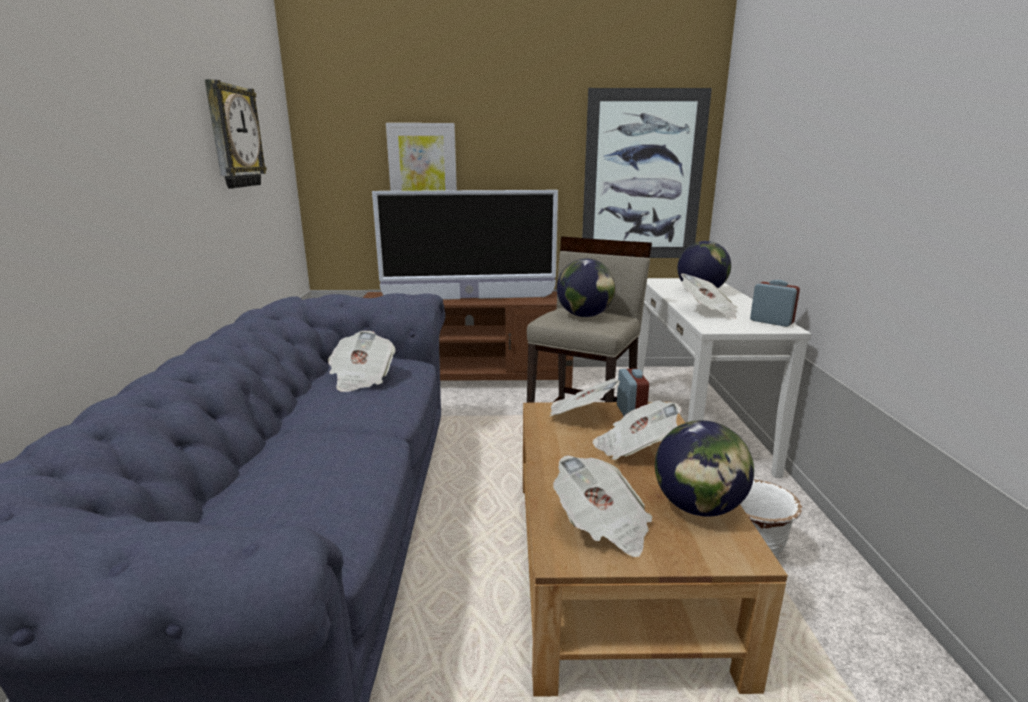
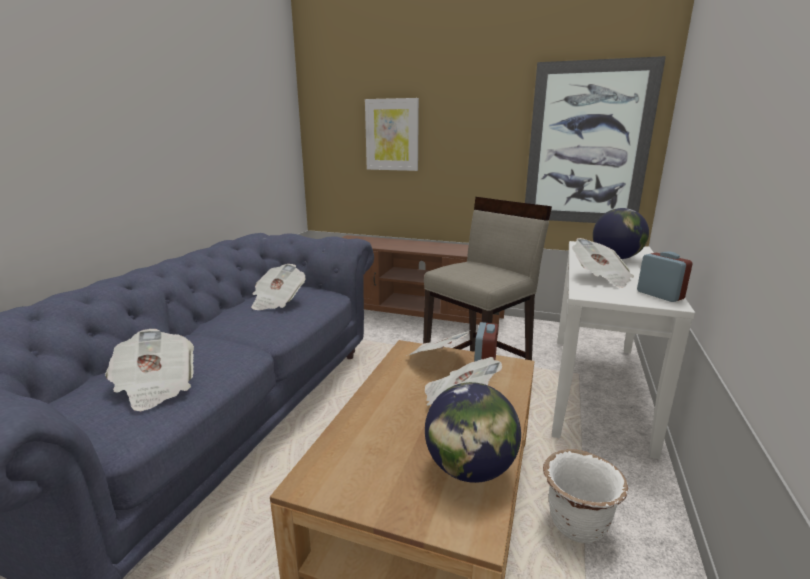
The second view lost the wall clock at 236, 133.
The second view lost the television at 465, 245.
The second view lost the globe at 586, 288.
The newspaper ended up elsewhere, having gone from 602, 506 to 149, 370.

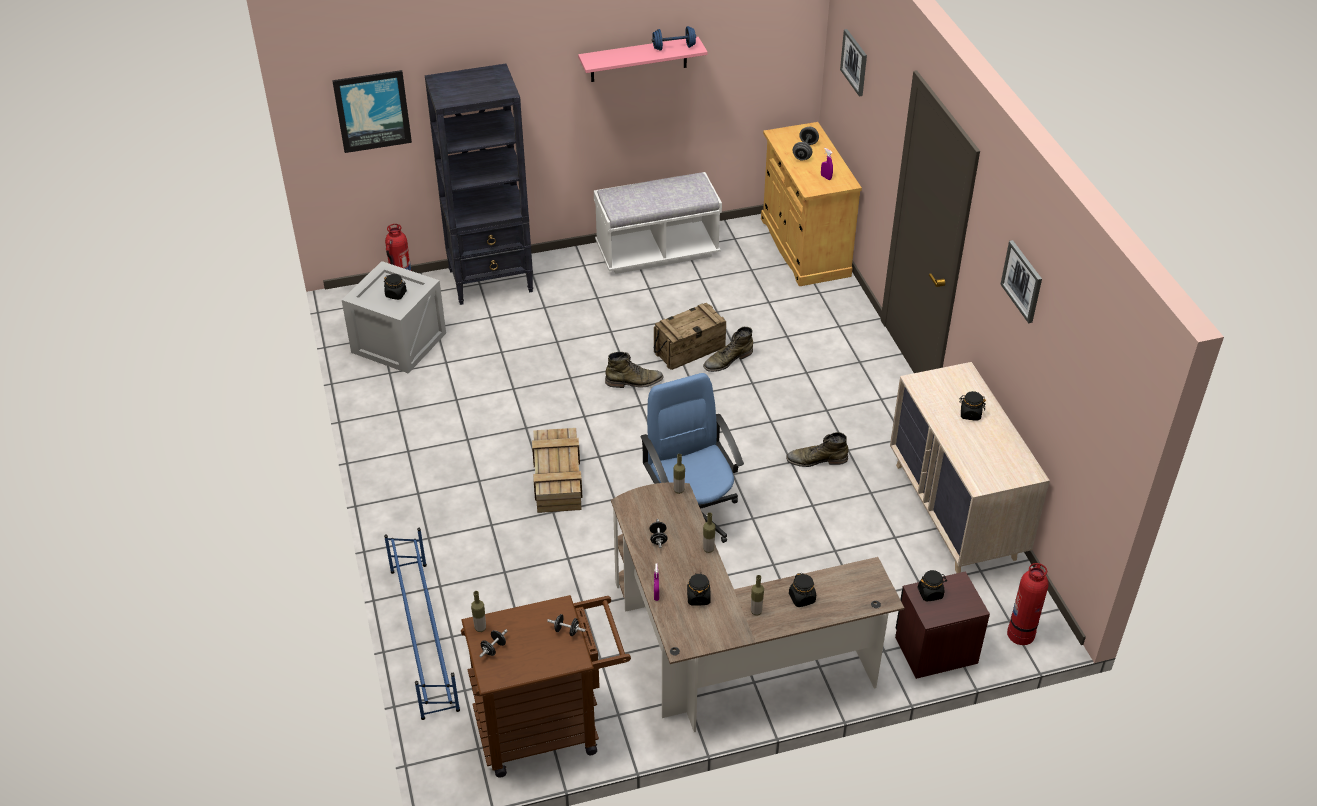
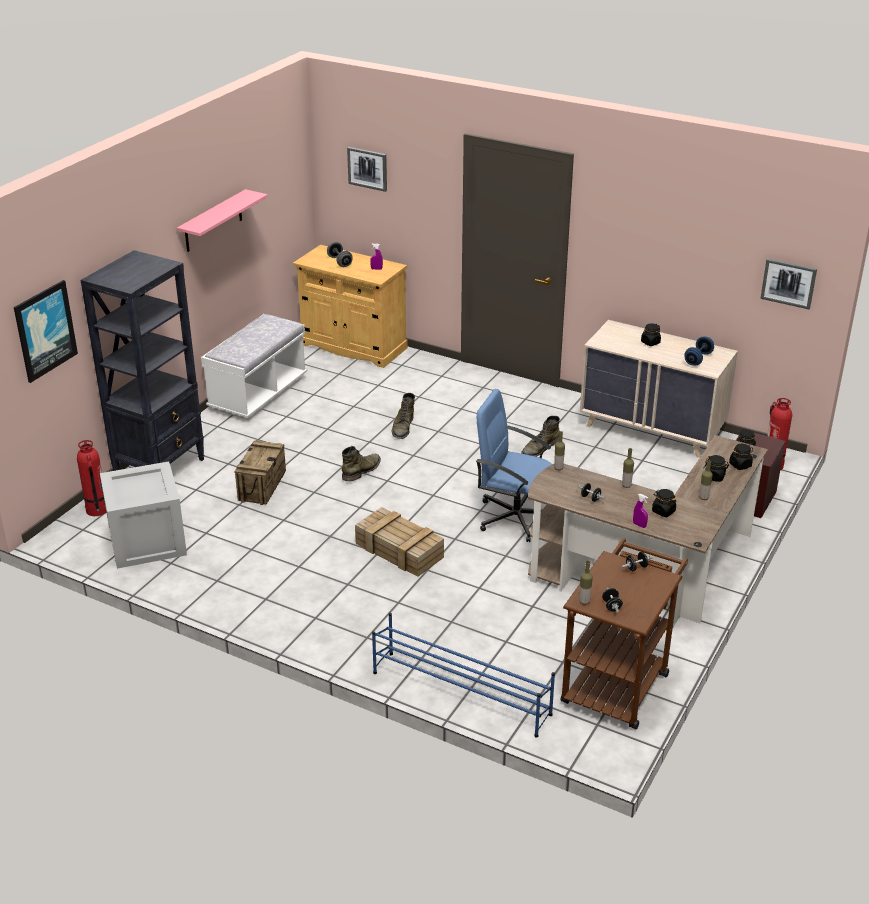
The black jar ended up elsewhere, having gone from 395, 287 to 741, 457.
The blue dumbbell ended up elsewhere, having gone from 674, 38 to 699, 351.
The crate ended up elsewhere, having gone from 690, 336 to 260, 472.
The picture ended up elsewhere, having gone from 1021, 281 to 788, 283.

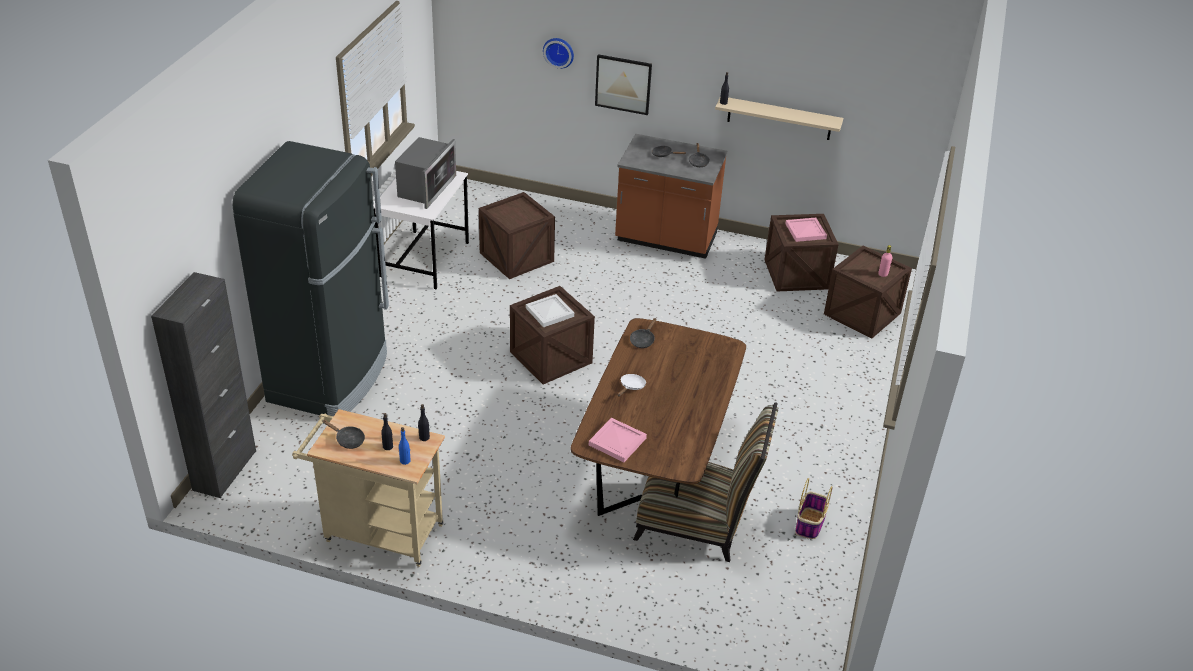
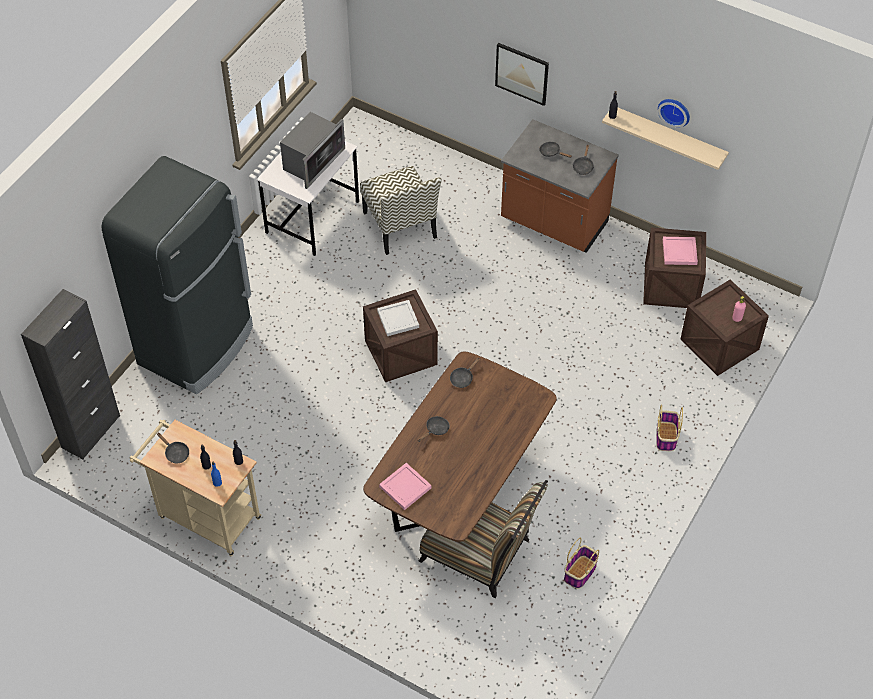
The second view gained the basket at 669, 427.
The wall clock ended up elsewhere, having gone from 558, 53 to 674, 113.
Where the crate stood at 517, 235, the chair came to stand at 401, 210.
What was the white frying pan at 632, 385 turned into the black frying pan at 434, 429.

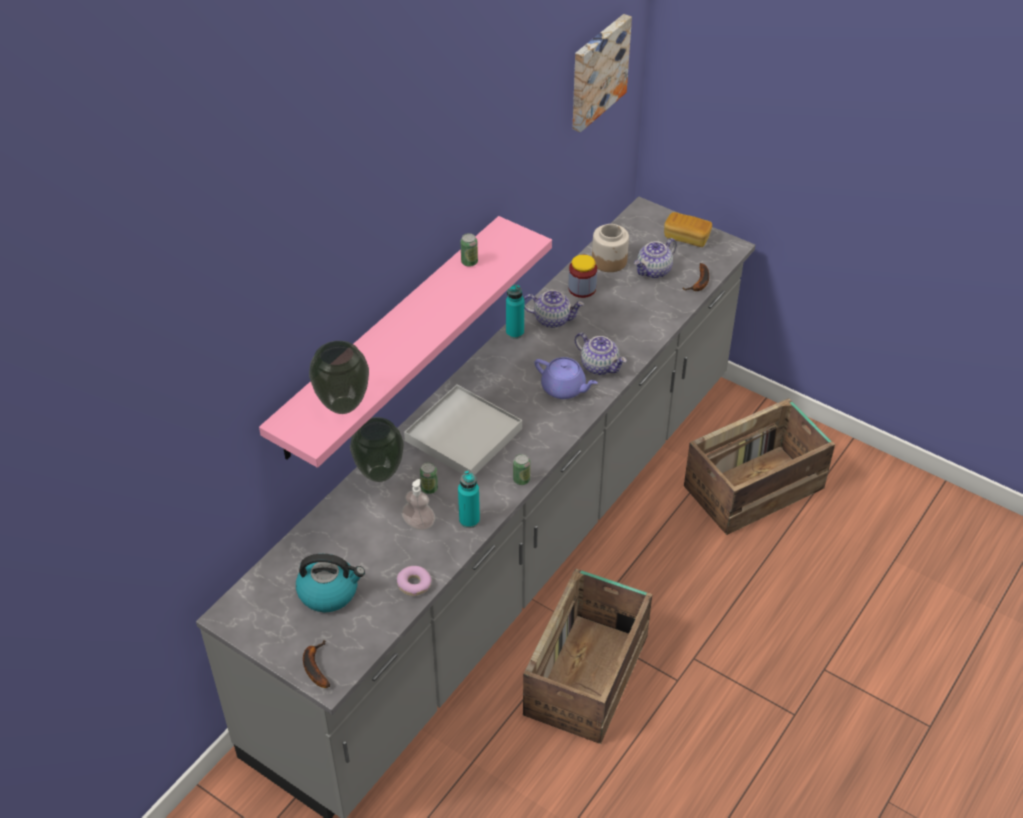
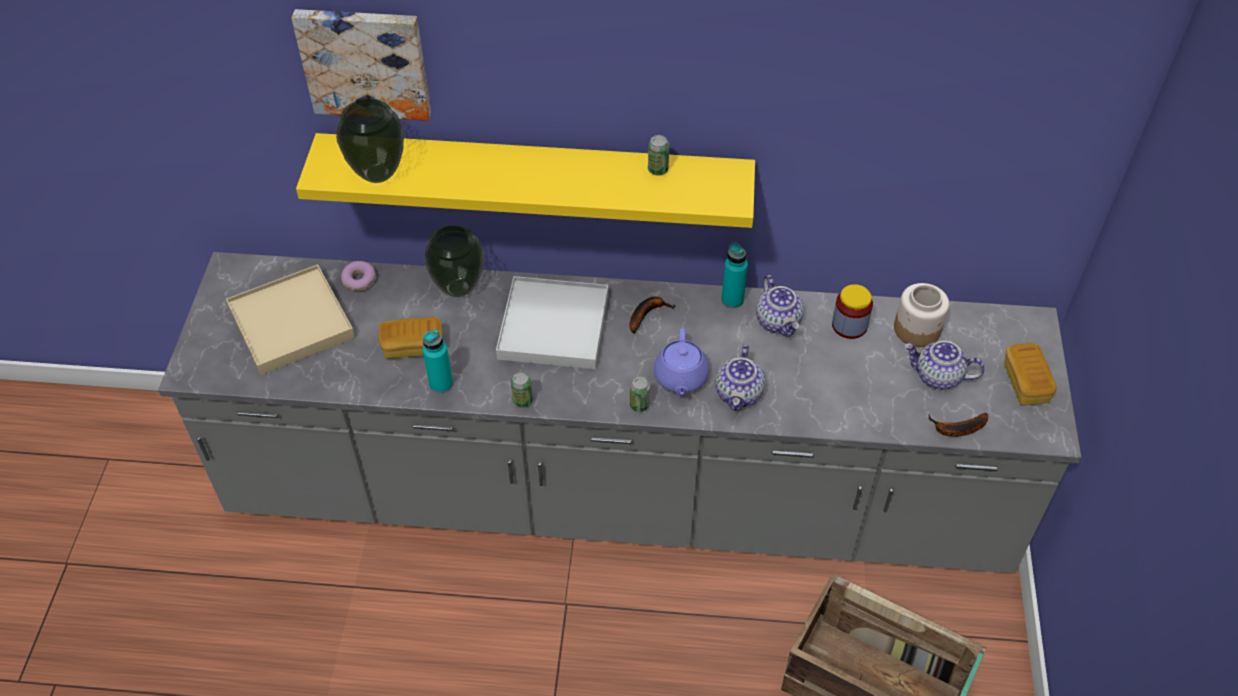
The second view lost the crate at 587, 656.
The banana ended up elsewhere, having gone from 316, 664 to 652, 315.
The donut ended up elsewhere, having gone from 414, 581 to 358, 276.
The can ended up elsewhere, having gone from 429, 478 to 640, 394.
The picture ended up elsewhere, having gone from 602, 73 to 361, 65.
Where the kettle stood at 330, 583, the beige tray came to stand at 290, 319.
Where the soap dispenser stood at 419, 504, the bread came to stand at 411, 338.
What was the pink shelf at 405, 342 turned into the yellow shelf at 525, 180.

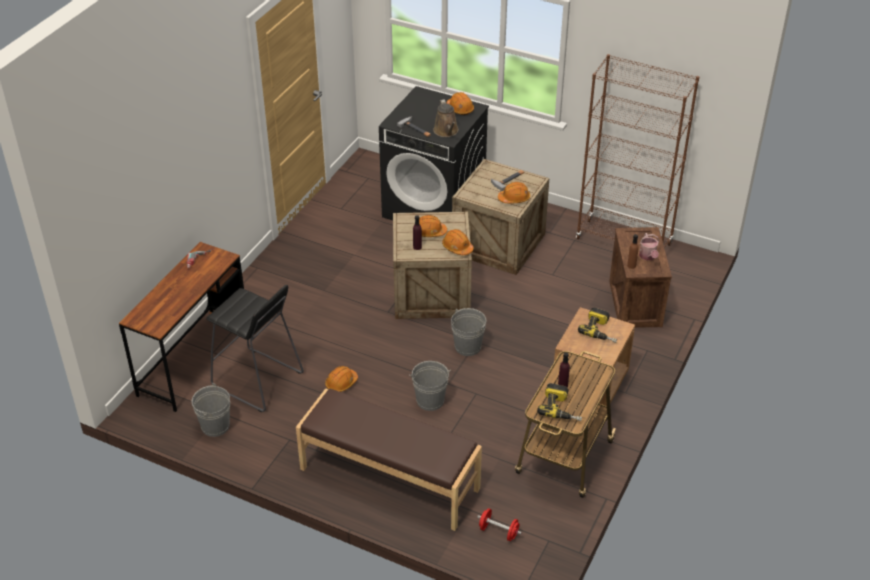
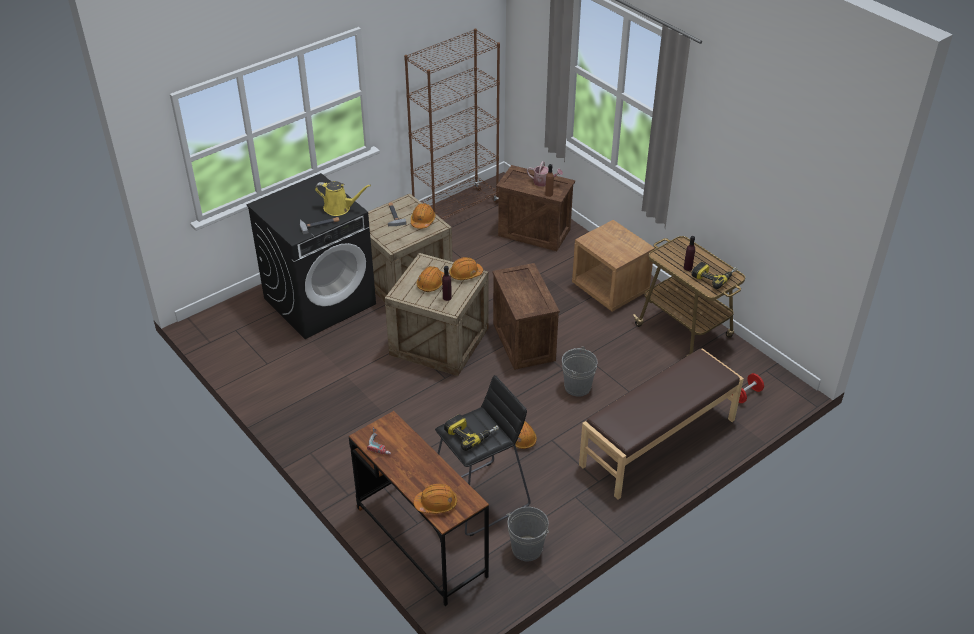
The orange hard hat ended up elsewhere, having gone from 460, 103 to 435, 499.
The power drill ended up elsewhere, having gone from 597, 325 to 471, 432.
Where the grey bucket stood at 468, 332, the crate came to stand at 526, 316.
What was the brown watering can at 446, 118 turned into the yellow watering can at 343, 198.

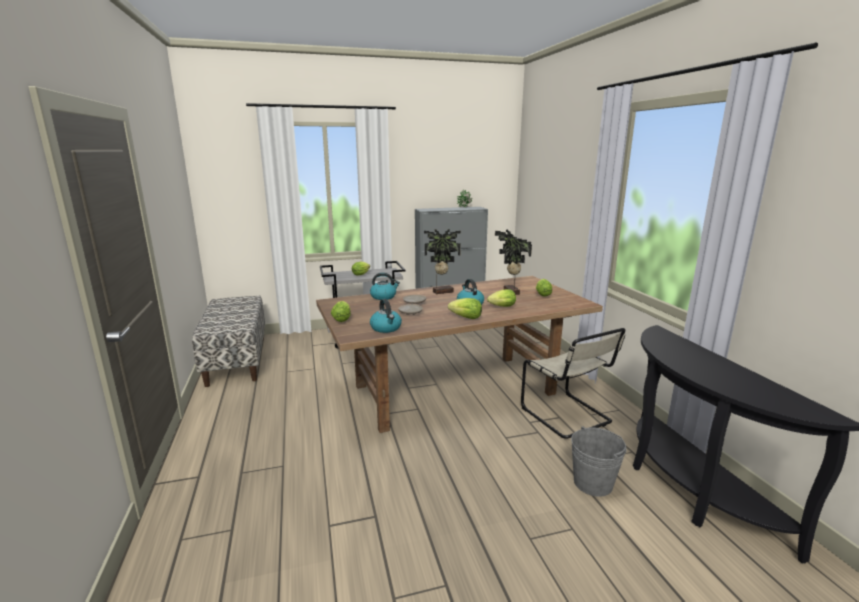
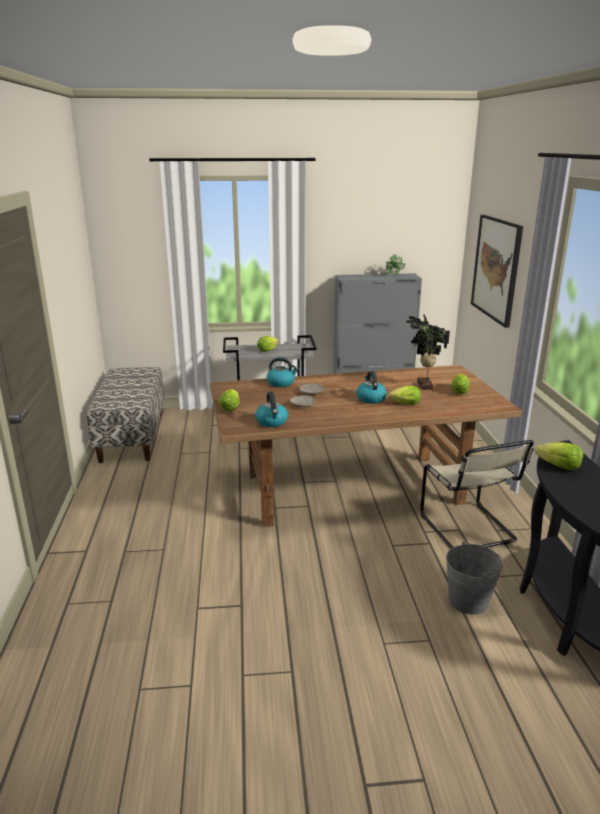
The second view lost the potted plant at 442, 261.
The second view gained the picture at 497, 271.
The lettuce ended up elsewhere, having gone from 465, 308 to 559, 456.

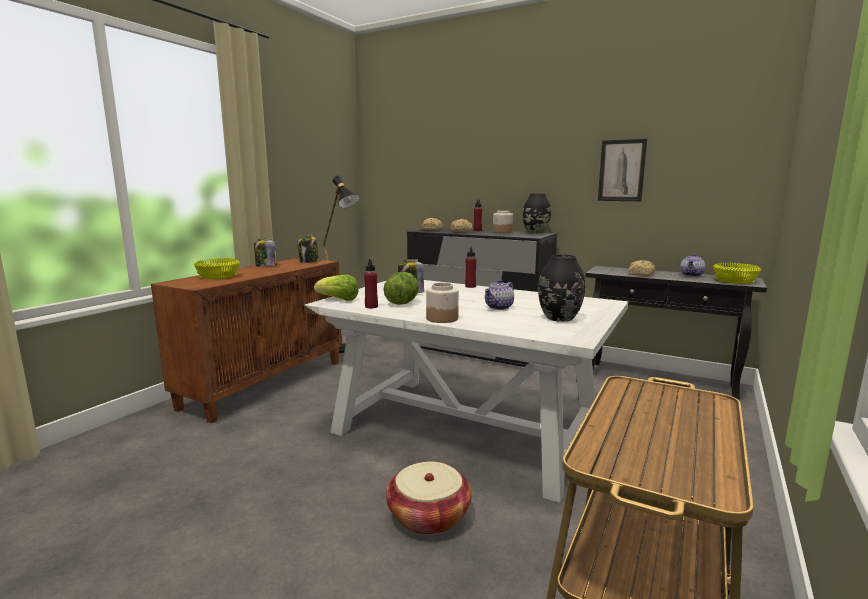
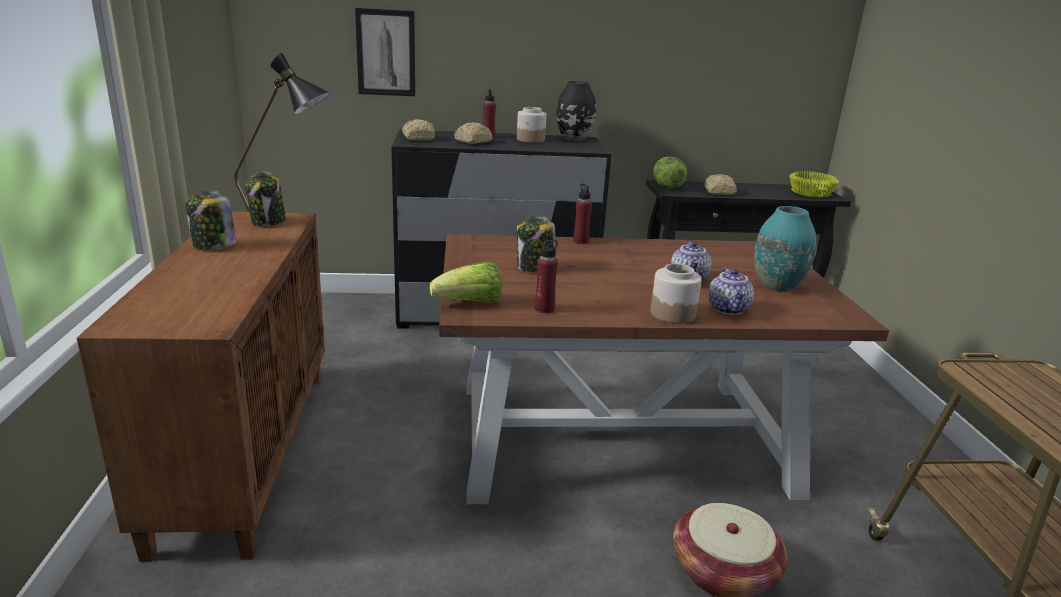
The second view lost the yellow bowl at 217, 268.
The lettuce ended up elsewhere, having gone from 401, 288 to 670, 172.
The picture ended up elsewhere, having gone from 622, 170 to 385, 52.
The teapot ended up elsewhere, having gone from 693, 265 to 731, 291.
What was the white dining table at 466, 391 turned into the brown dining table at 664, 369.
What was the black vase at 561, 288 turned into the turquoise vase at 785, 249.

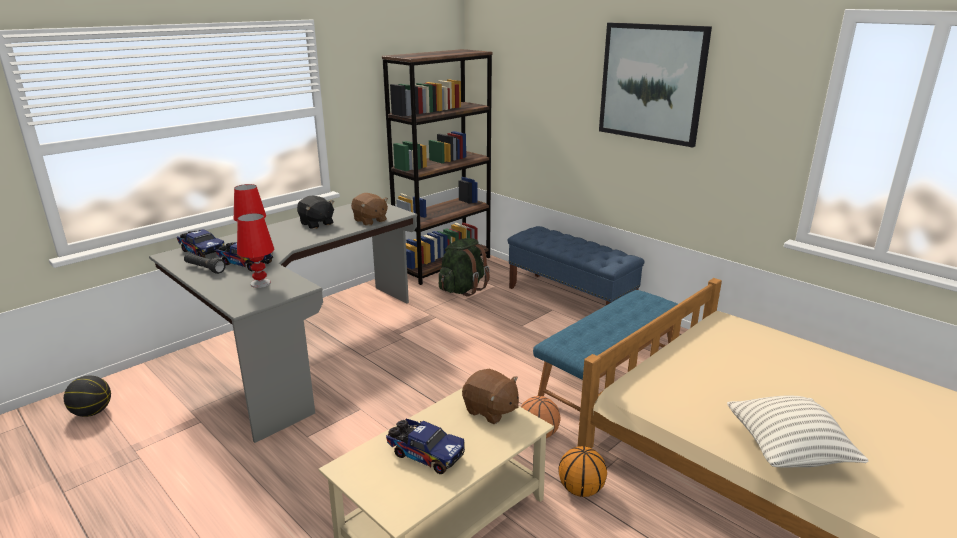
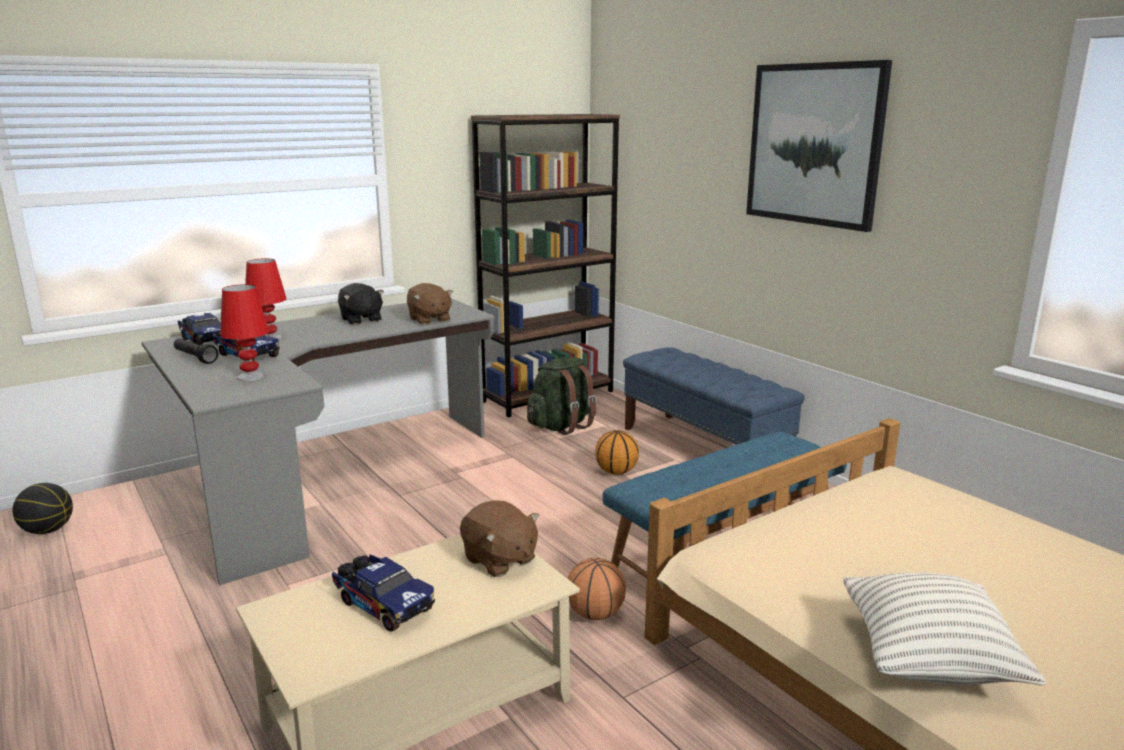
The basketball ended up elsewhere, having gone from 582, 471 to 617, 452.

